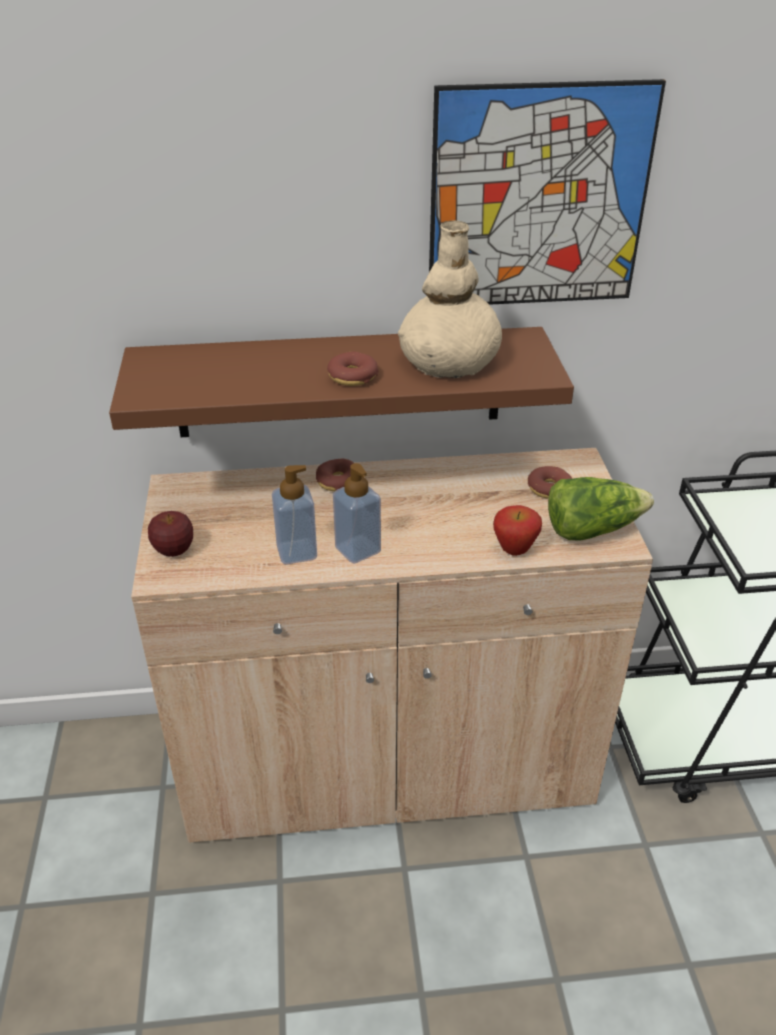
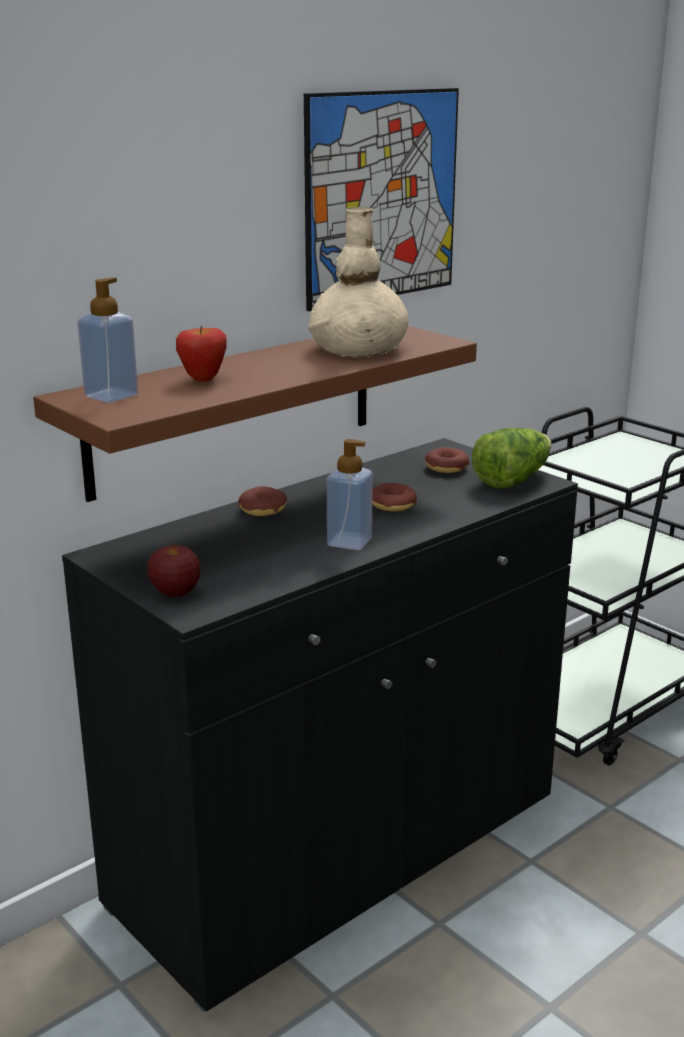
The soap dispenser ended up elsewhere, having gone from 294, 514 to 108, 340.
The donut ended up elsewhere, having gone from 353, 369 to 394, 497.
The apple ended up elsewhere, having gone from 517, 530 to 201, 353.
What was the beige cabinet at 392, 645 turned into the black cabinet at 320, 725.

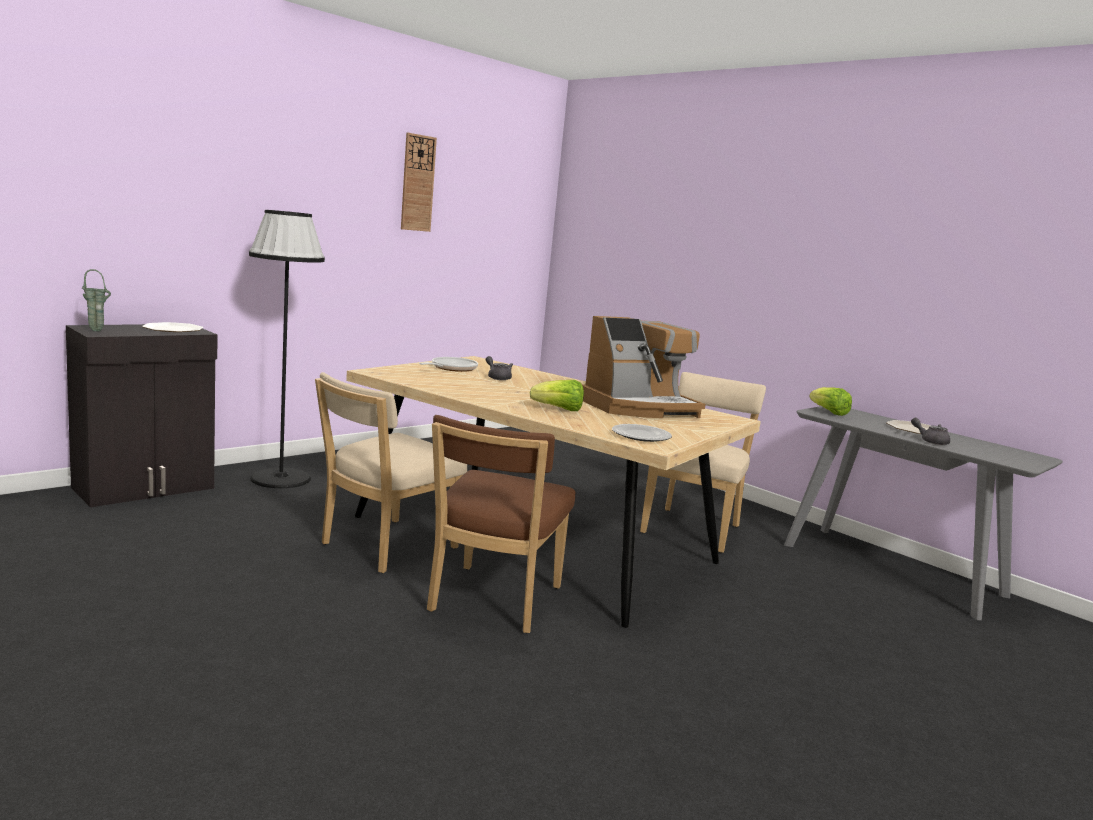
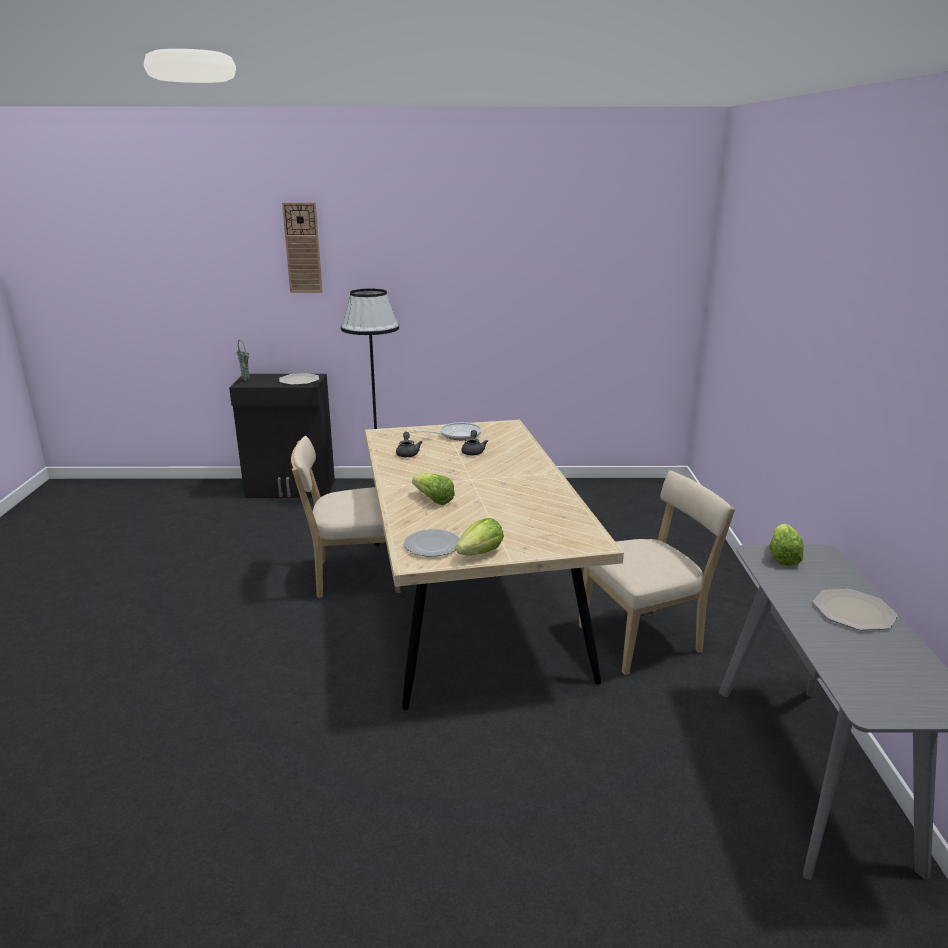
The second view lost the brown chair at 501, 524.
The second view lost the coffee machine at 643, 367.
The second view gained the lettuce at 480, 536.
The wall clock ended up elsewhere, having gone from 419, 182 to 302, 247.
The grey teapot ended up elsewhere, having gone from 930, 431 to 409, 444.

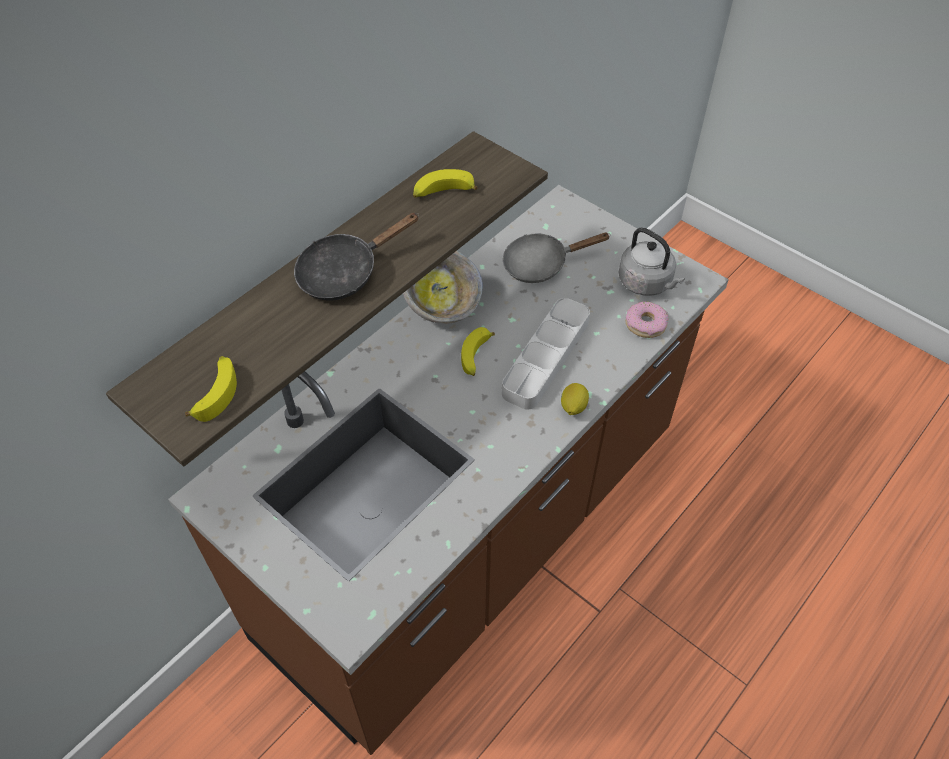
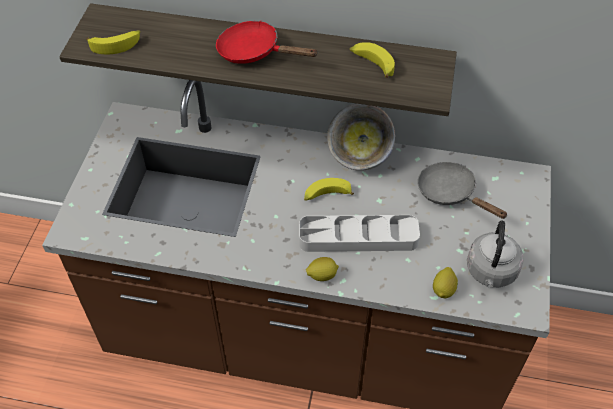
Where the donut stood at 647, 319, the lemon came to stand at 445, 282.
What was the black frying pan at 356, 257 turned into the red frying pan at 267, 42.

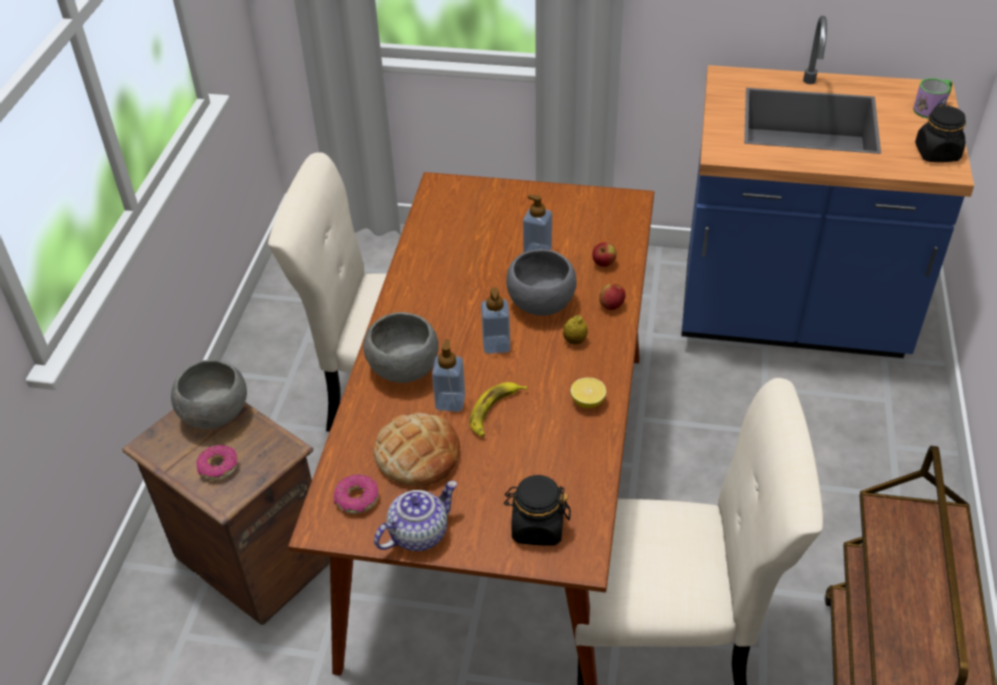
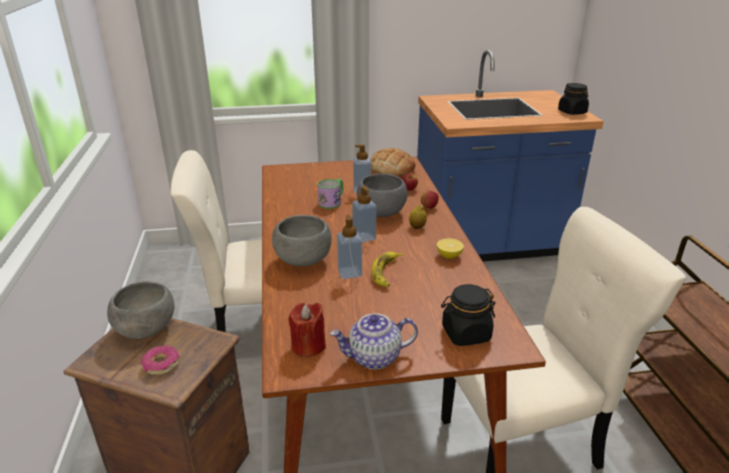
The bread ended up elsewhere, having gone from 417, 449 to 392, 162.
The mug ended up elsewhere, having gone from 932, 98 to 330, 194.
Where the donut stood at 356, 494, the red candle came to stand at 307, 330.
The teapot at 415, 516 ended up facing another way, 135 degrees counterclockwise from before.

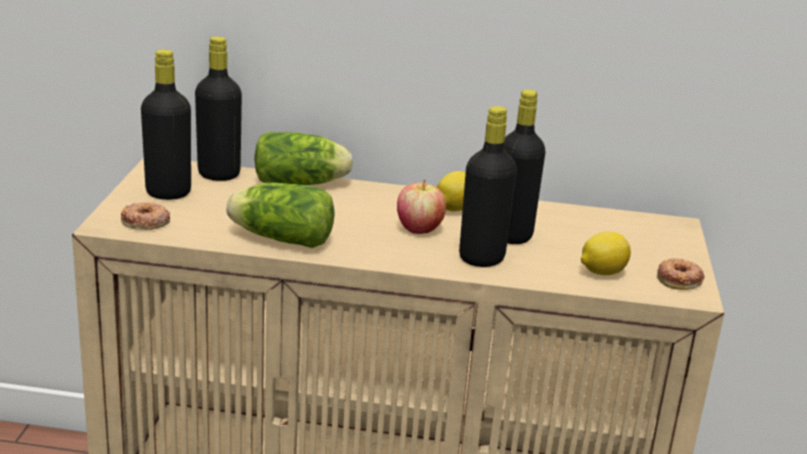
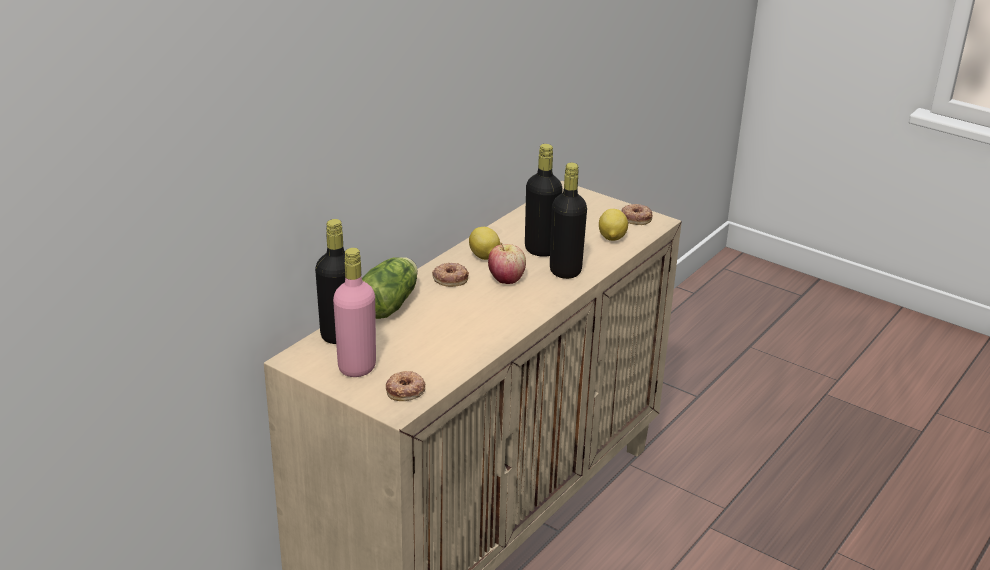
The second view lost the lettuce at 280, 215.
The second view gained the donut at 450, 275.
What was the black bottle at 166, 124 turned into the pink bottle at 354, 312.

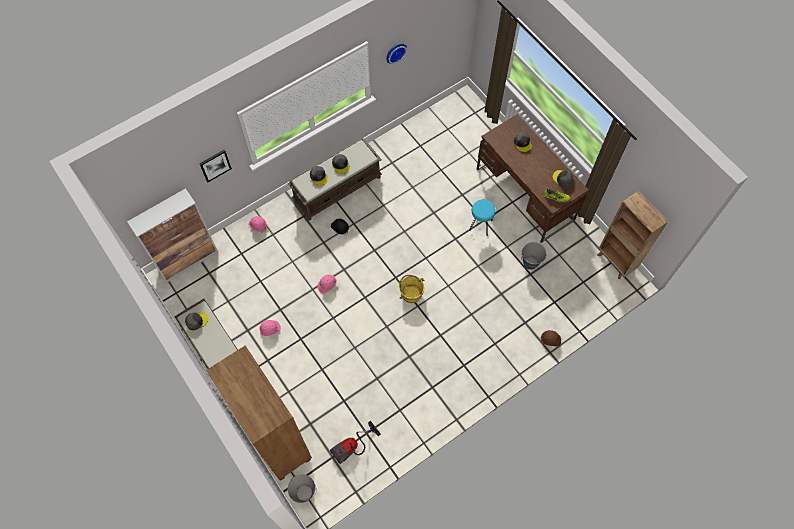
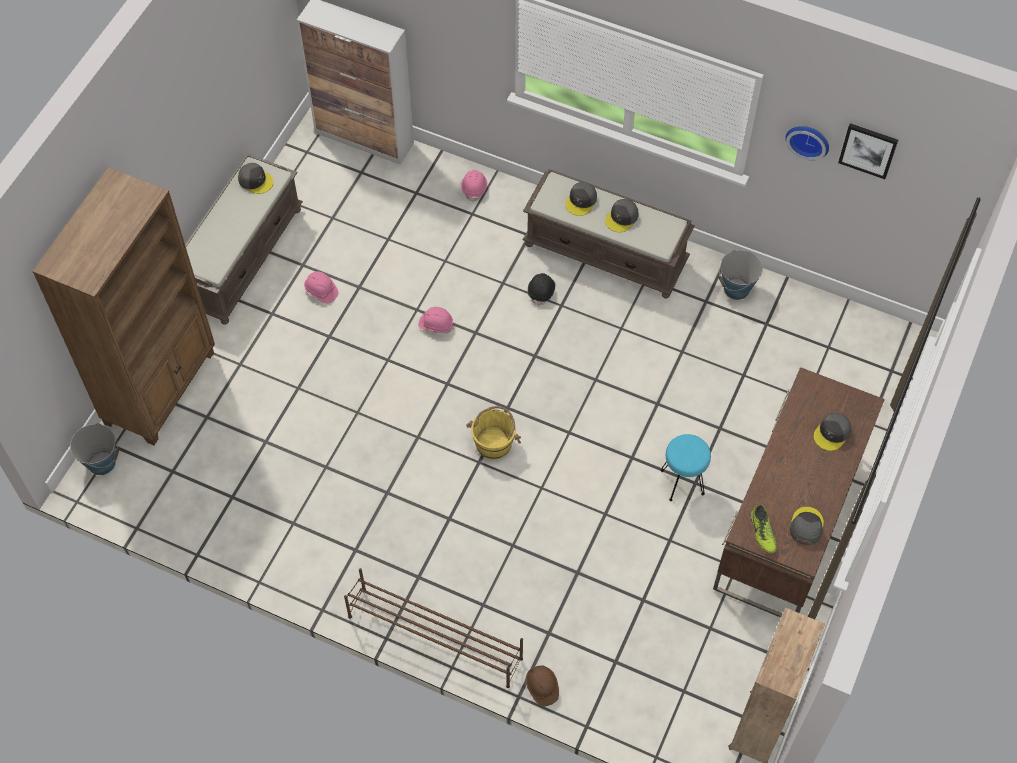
The second view lost the vacuum cleaner at 355, 442.
The second view gained the brown shoe rack at 433, 628.
The picture ended up elsewhere, having gone from 215, 166 to 868, 151.
The bucket ended up elsewhere, having gone from 534, 256 to 741, 275.

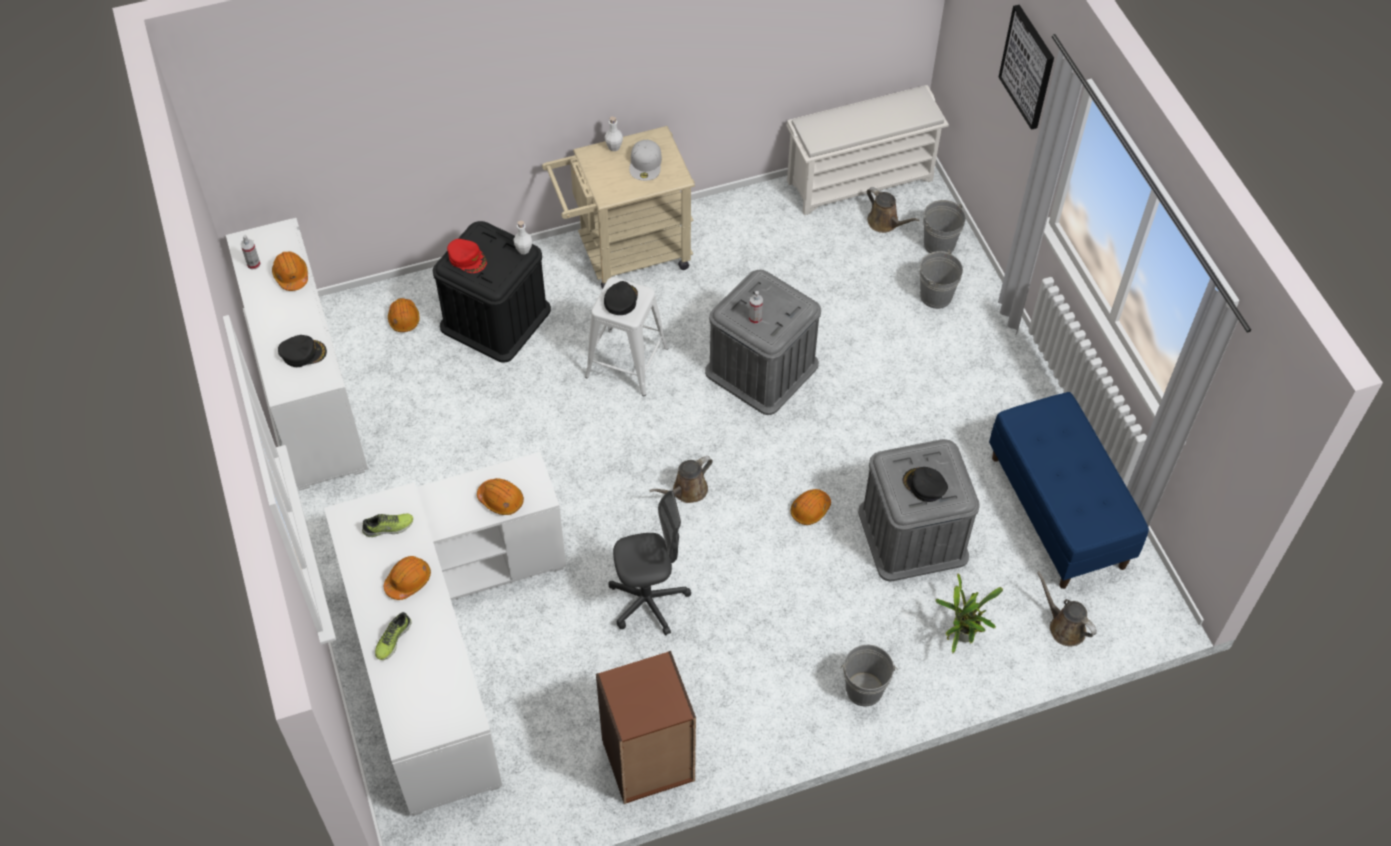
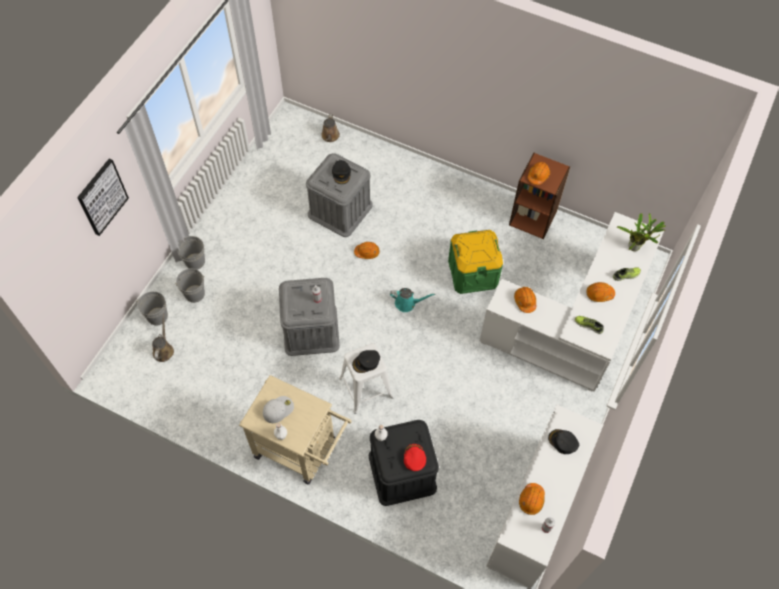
The second view lost the white shoe rack at 867, 150.
The second view lost the blue bench at 1069, 490.
The orange hard hat ended up elsewhere, having gone from 403, 315 to 539, 173.
The grey bucket ended up elsewhere, having gone from 869, 676 to 191, 253.
The potted plant ended up elsewhere, having gone from 969, 613 to 641, 232.
Where the grey office chair stood at 649, 563, the green storage box came to stand at 475, 262.
What was the brown watering can at 681, 479 turned into the turquoise watering can at 412, 300.

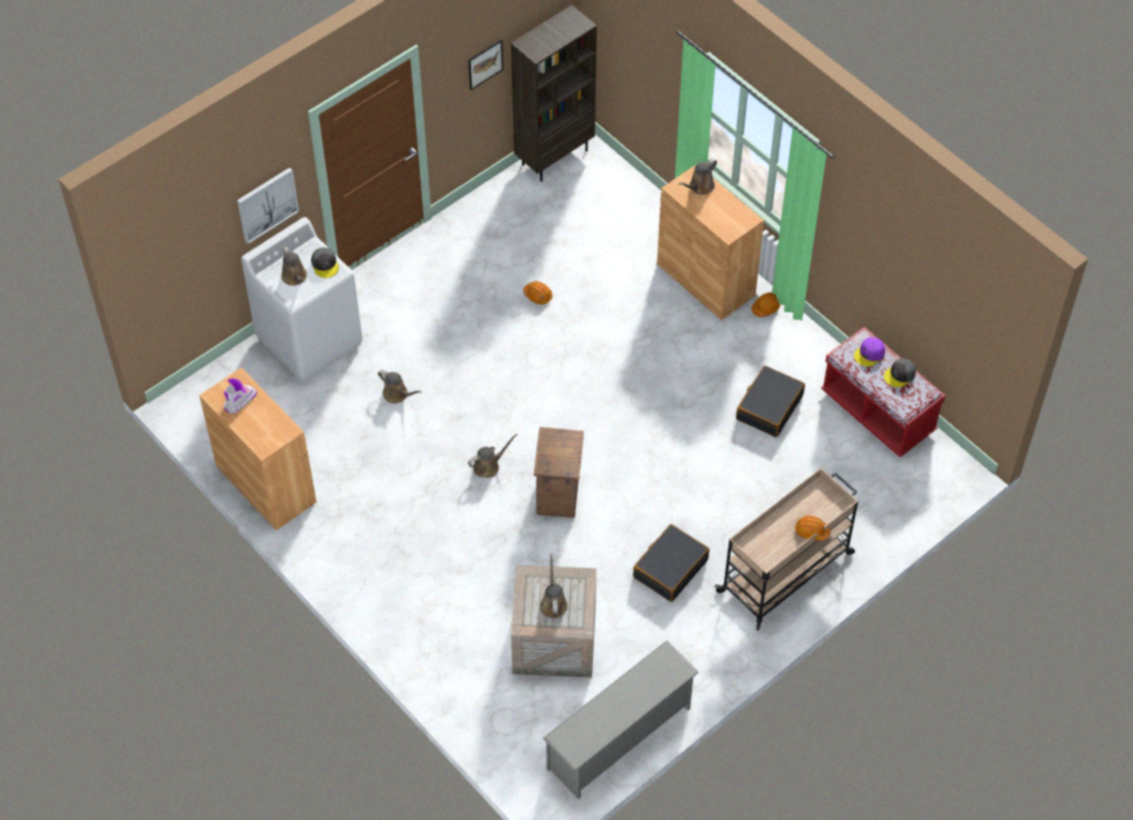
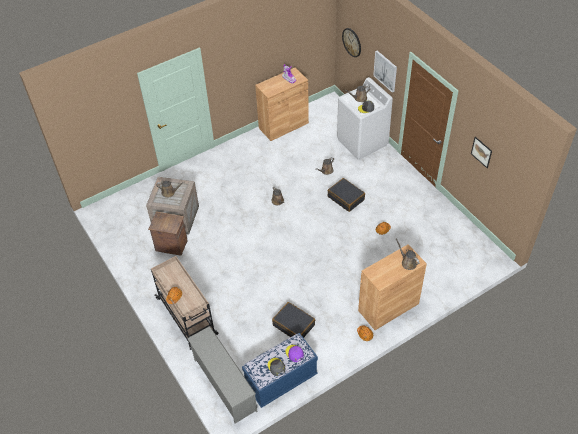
The second view lost the brown bookcase at 554, 93.
The second view gained the wall clock at 351, 42.
The crate ended up elsewhere, having gone from 559, 472 to 168, 234.
The grey shoe rack ended up elsewhere, having gone from 621, 720 to 222, 374.
The black suitcase ended up elsewhere, having gone from 671, 563 to 346, 195.
What was the red bench at 883, 392 turned into the blue bench at 280, 370.

